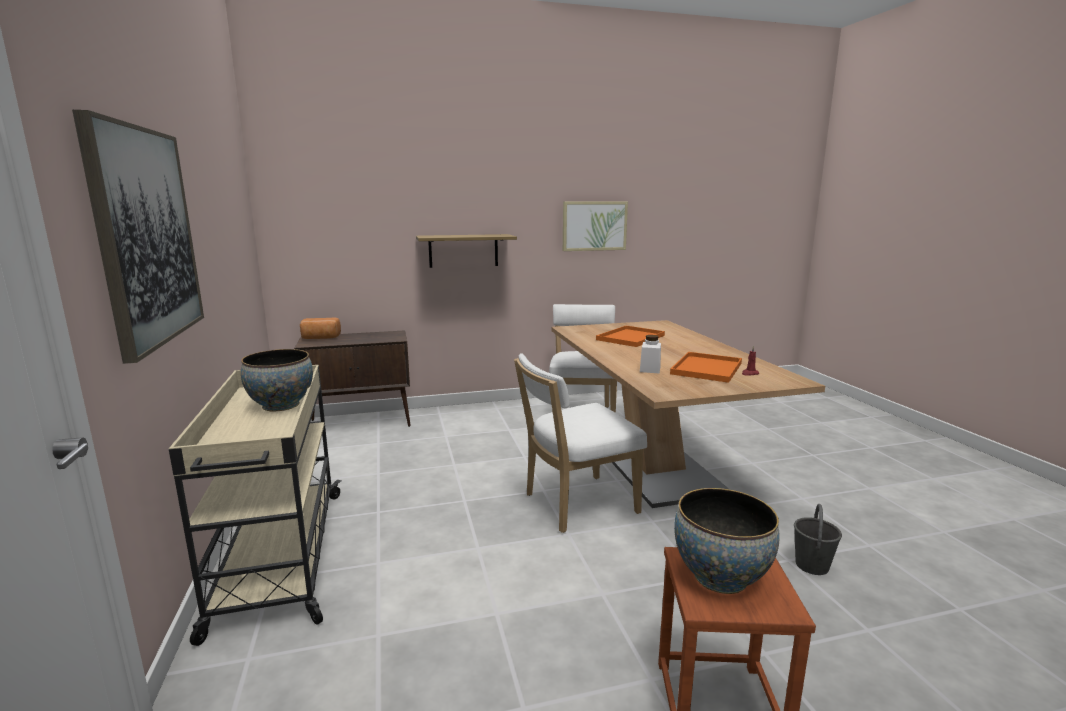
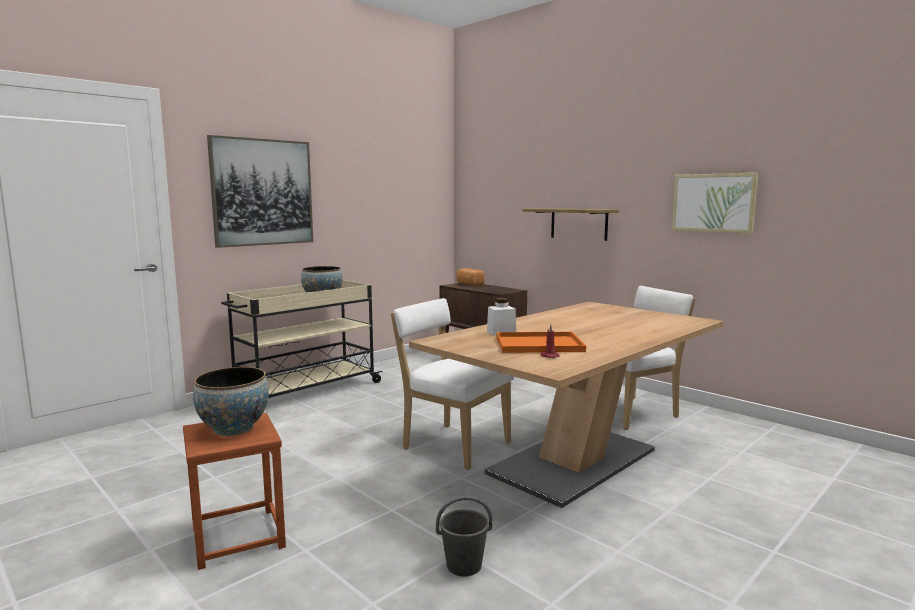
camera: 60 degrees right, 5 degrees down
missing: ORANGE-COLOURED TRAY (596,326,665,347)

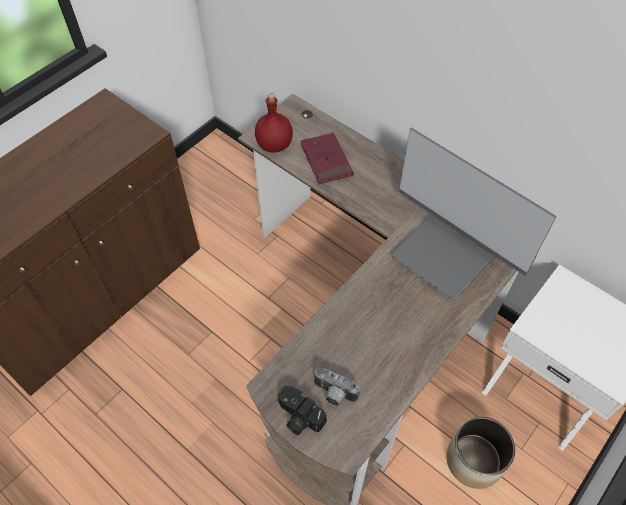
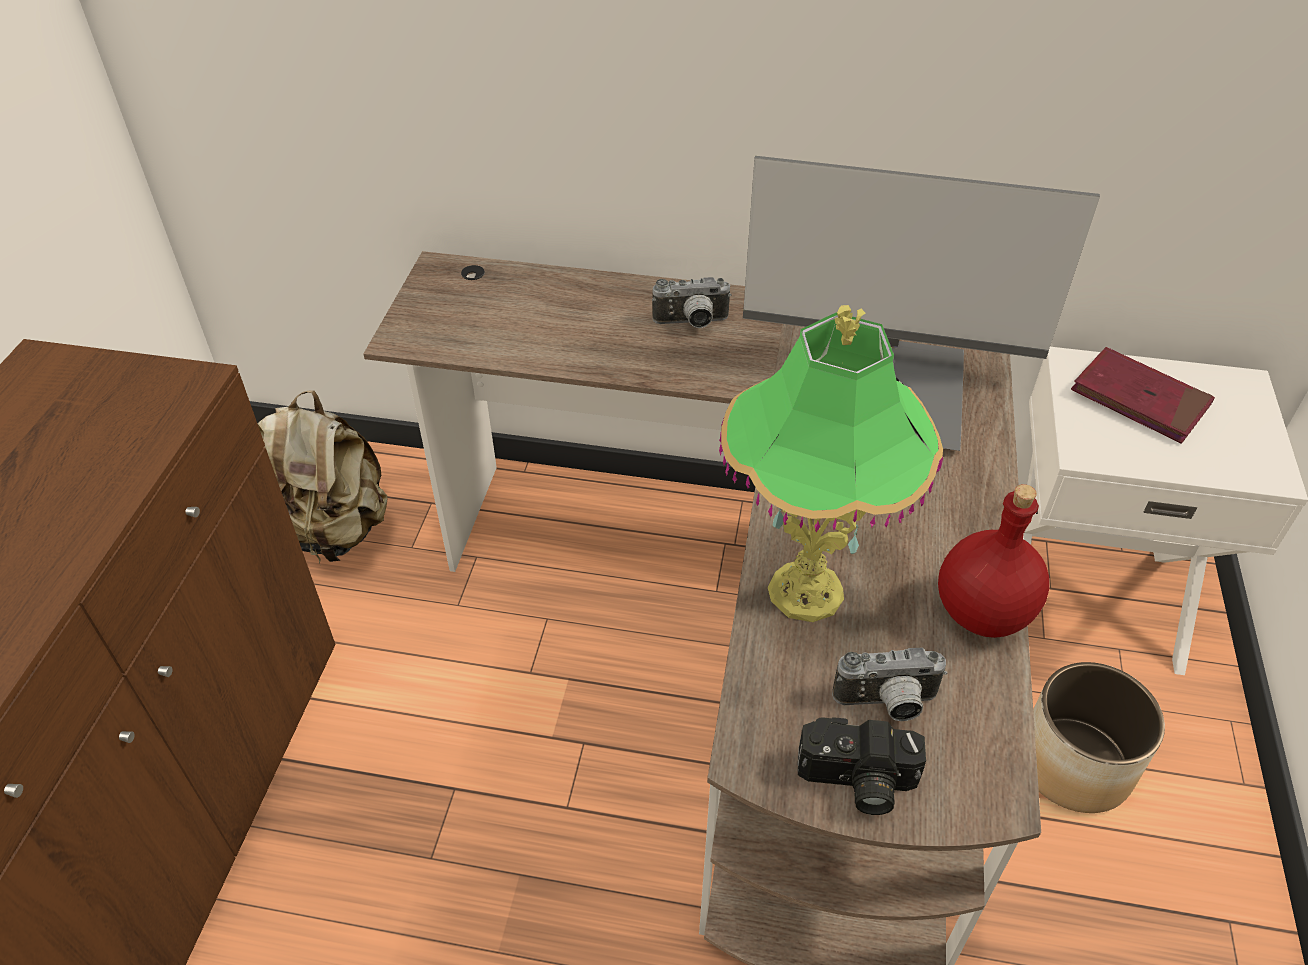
camera: 30 degrees left, 10 degrees down
appeared: BEIGE BACKPACK (258,390,388,563); PHOTO CAMERA (652,277,732,328); TABLE LAMP (719,305,943,622)
relocated: REDDISH BEVERAGE BOTTLE (255,93,293,152) to (938,484,1049,638); REDDISH BOUND BOOK (301,133,354,184) to (1071,347,1215,444)

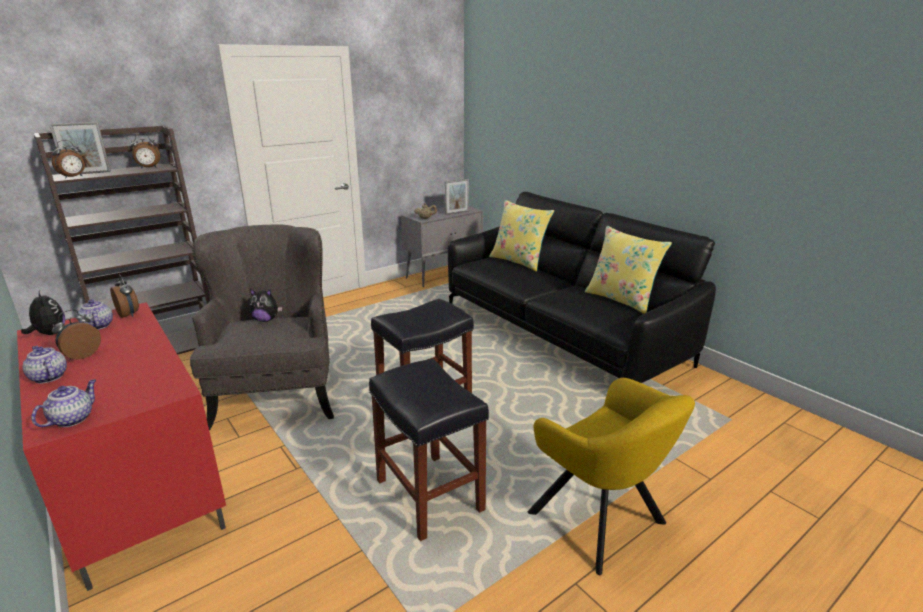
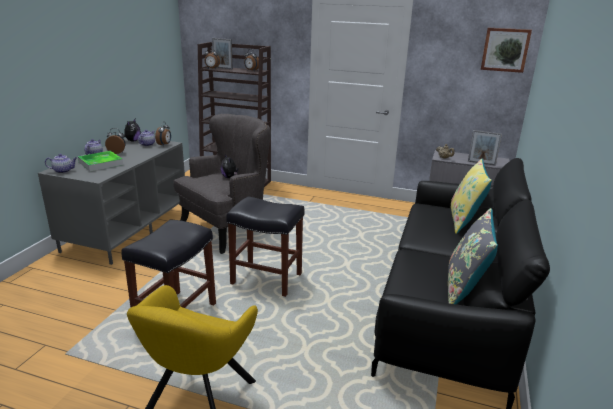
camera: 55 degrees right, 0 degrees up
appeared: TRAY (78,151,123,171); WALL ART (481,28,532,73)
colour: REDDISH TV STAND (17,302,226,591) to GREY TV STAND (38,138,185,265); YELLOW PILLOW (585,226,672,314) to GREY PILLOW (448,208,498,304)

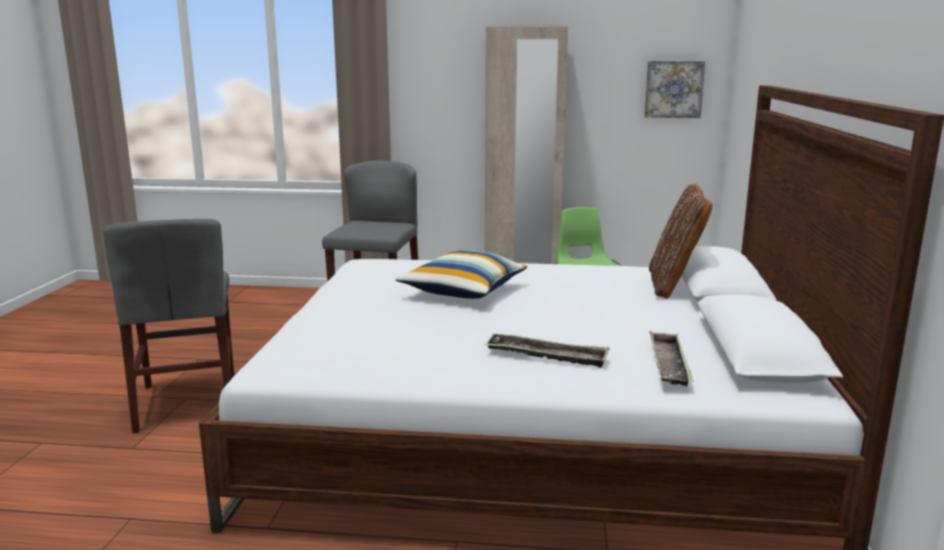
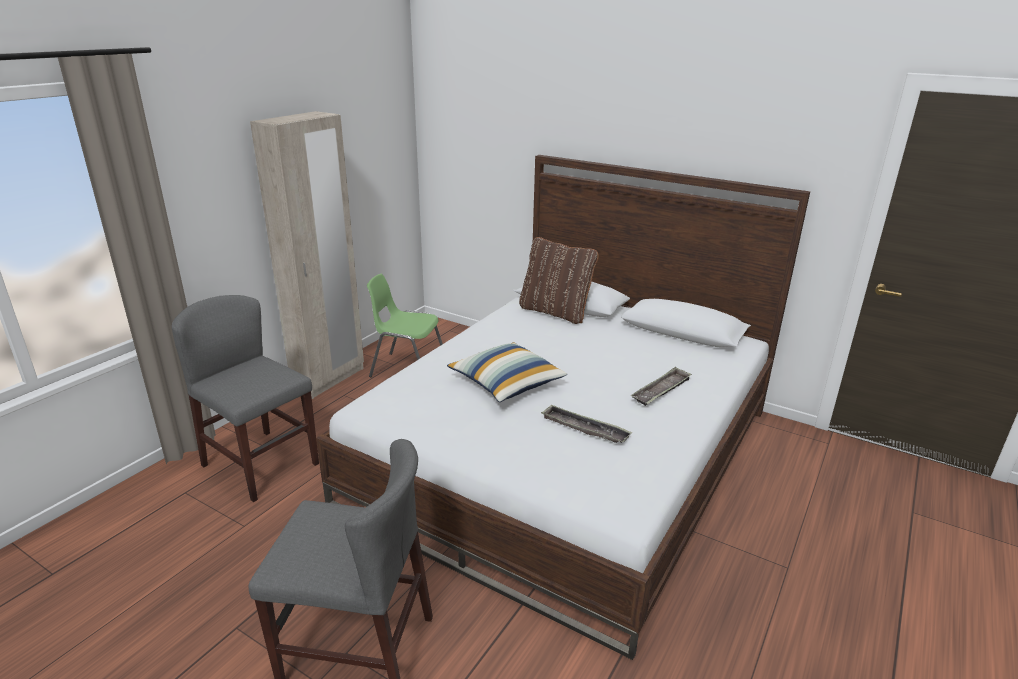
camera: 65 degrees left, 10 degrees up
missing: WALL ART (644,61,705,118)
relocated: TRAY (649,332,694,386) to (541,404,632,443)

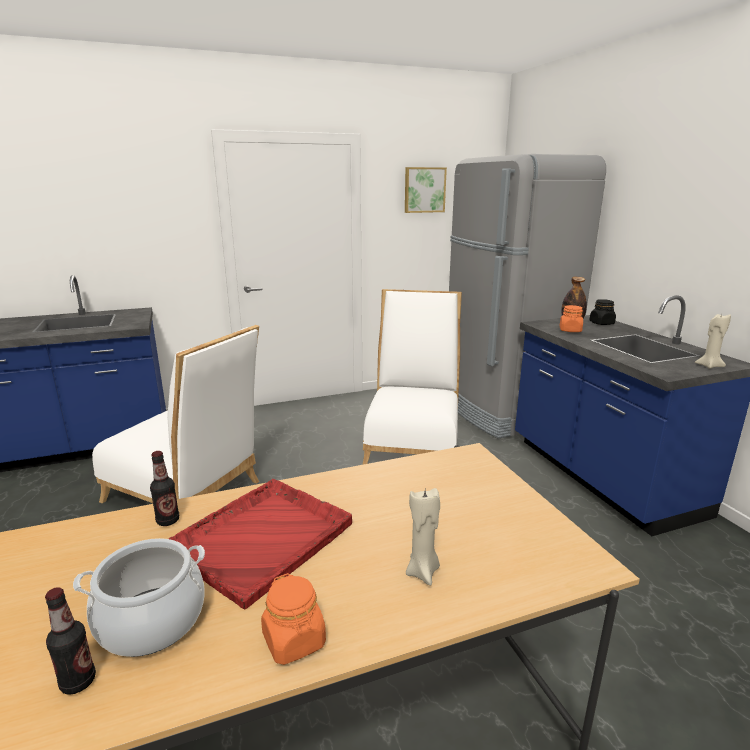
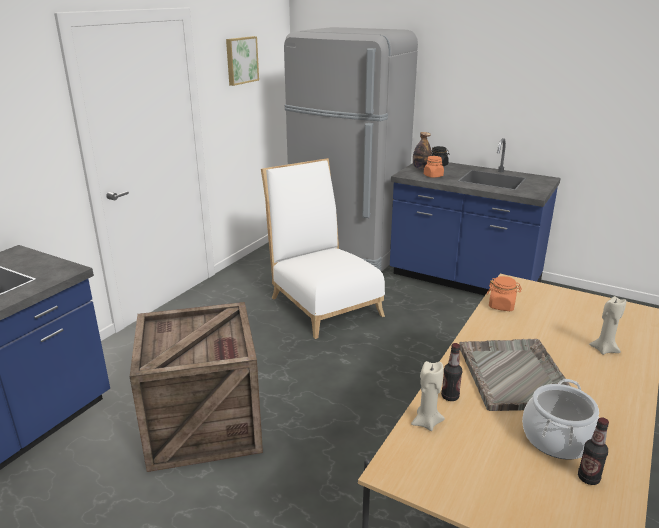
camera: 40 degrees left, 5 degrees up
relocated: BEIGE WAX CANDLE (695,314,731,369) to (411,361,445,431); ORANGE-COLOURED STORAGE JAR (261,573,326,665) to (487,276,522,311)
exchanged: WHITE UPRIGHT CHAIR (92,325,259,503) to CRATE (130,302,263,472)
colour: REDDISH TRAY (169,479,352,609) to GREY TRAY (459,339,571,411)

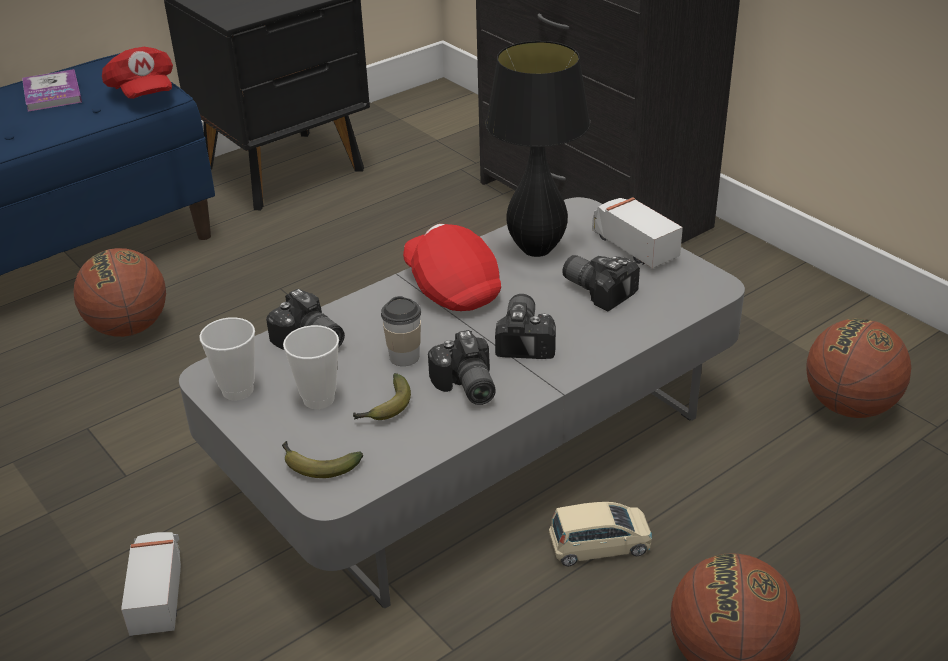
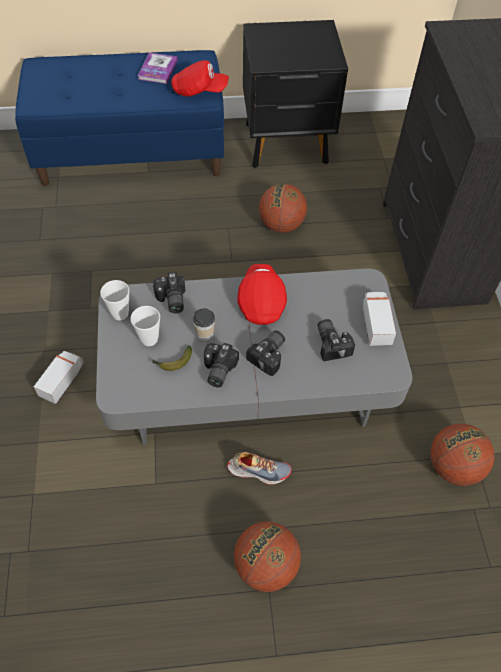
camera: 30 degrees right, 20 degrees up
missing: BANANA (282,441,363,478); BLACK TABLE LAMP (485,41,590,257)
relocated: BASKETBALL BALL (74,248,166,337) to (259,184,307,233)
exchanged: BEIGE MODEL CAR (549,502,652,566) to ITEM OF FOOTWEAR (227,452,292,485)
spun: REDDISH CAP (102,47,173,99) = (171,60,229,96) 90 degrees counterclockwise

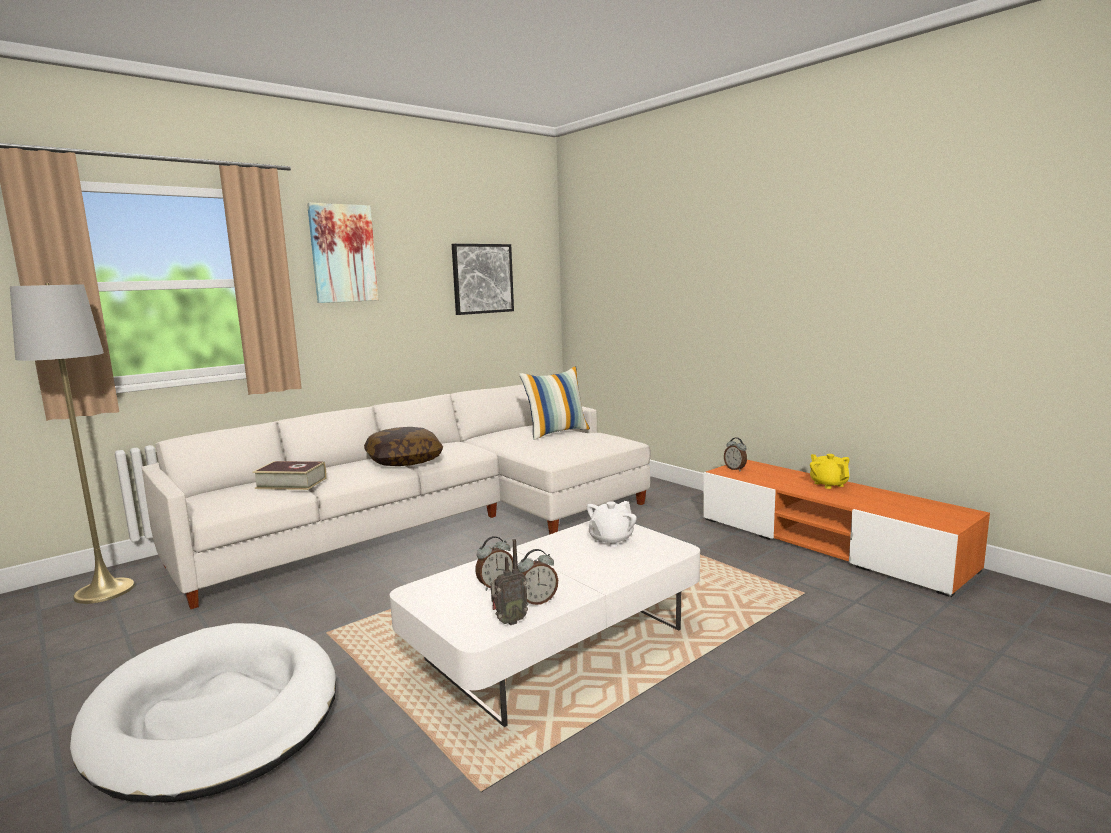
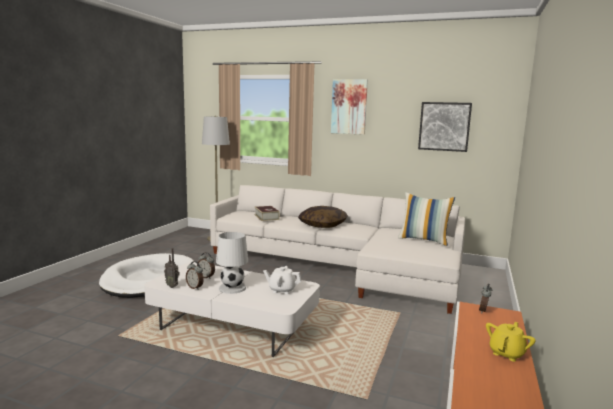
camera: 60 degrees right, 0 degrees up
appeared: WHITE TABLE LAMP (216,232,248,294)

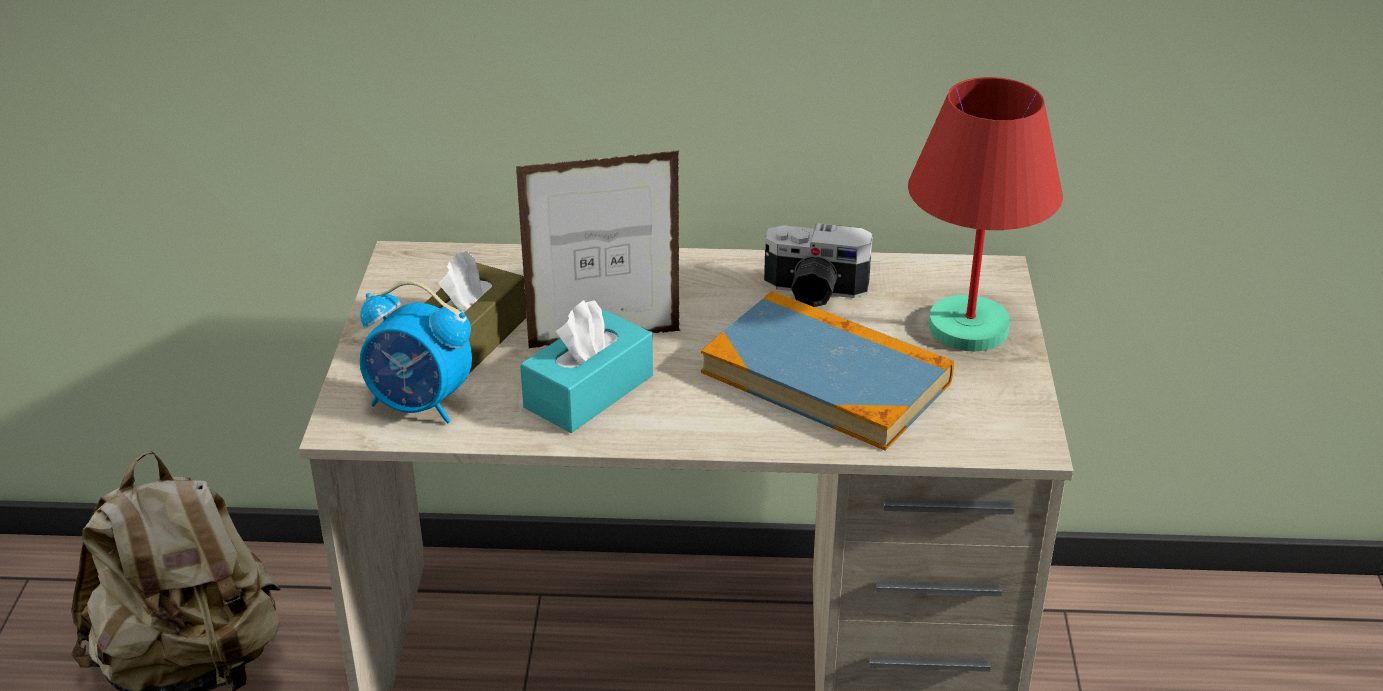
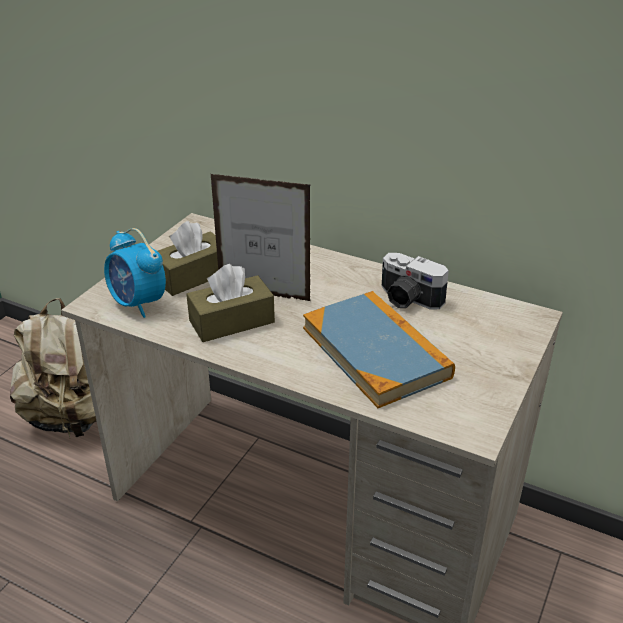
camera: 25 degrees right, 0 degrees up
missing: REDDISH TABLE LAMP (908,77,1063,351)
colour: TURQUOISE BOX OF TISSUES (520,300,653,433) to BROWNISH BOX OF TISSUES (186,264,275,342)

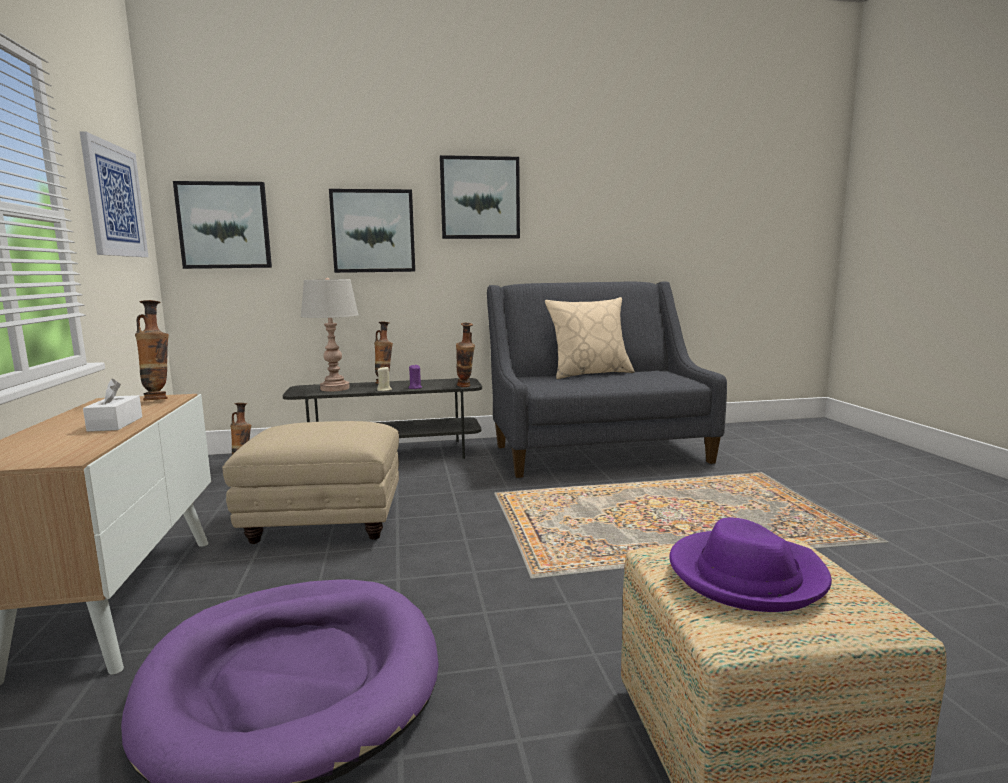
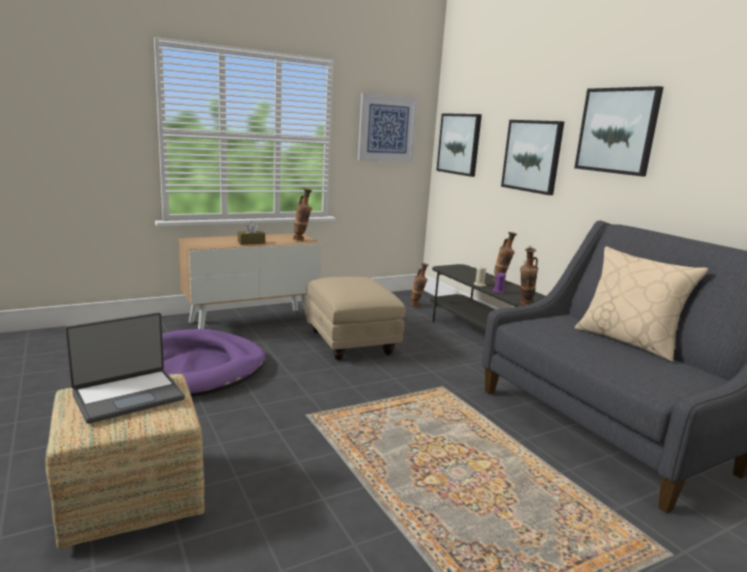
camera: 70 degrees right, 5 degrees up
missing: GREY TABLE LAMP (301,278,359,392)
exchanged: PURPLE WEARABLE HAT (669,518,832,612) to PORTABLE COMPUTER (65,312,185,424)
colour: WHITE BOX OF TISSUES (83,379,142,432) to BROWNISH BOX OF TISSUES (238,222,265,245)

